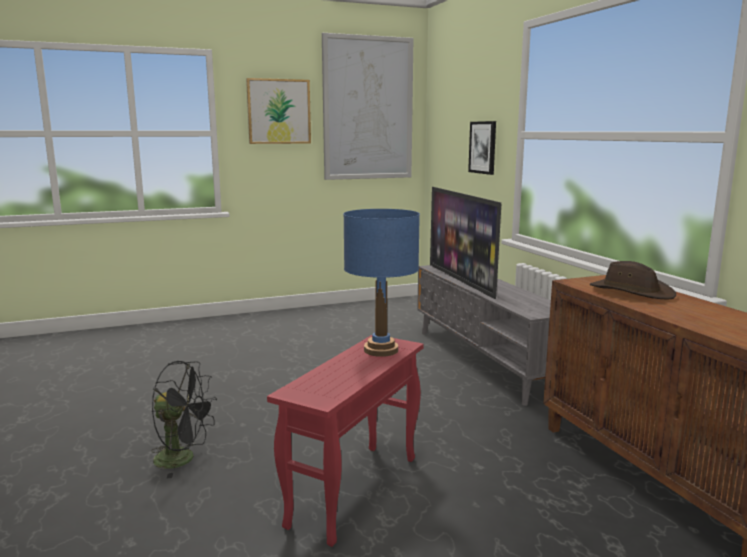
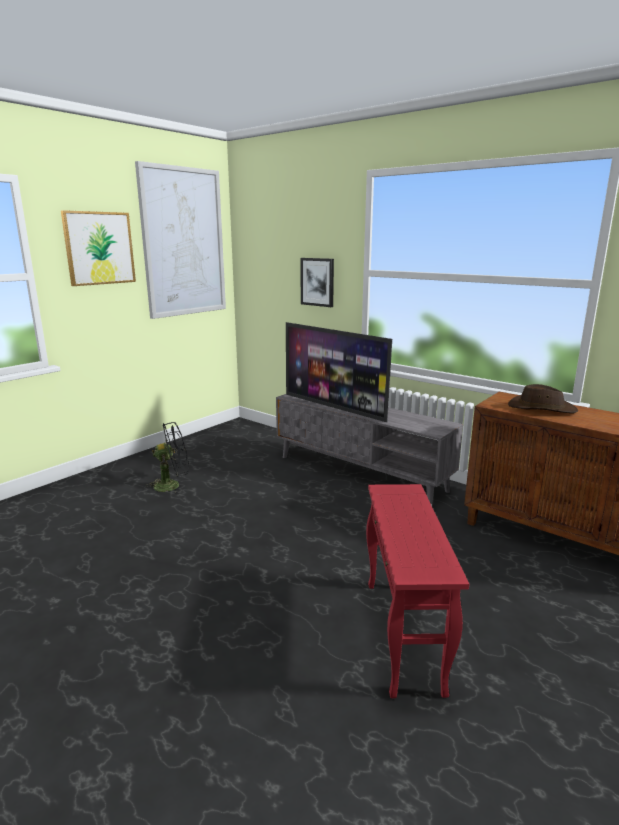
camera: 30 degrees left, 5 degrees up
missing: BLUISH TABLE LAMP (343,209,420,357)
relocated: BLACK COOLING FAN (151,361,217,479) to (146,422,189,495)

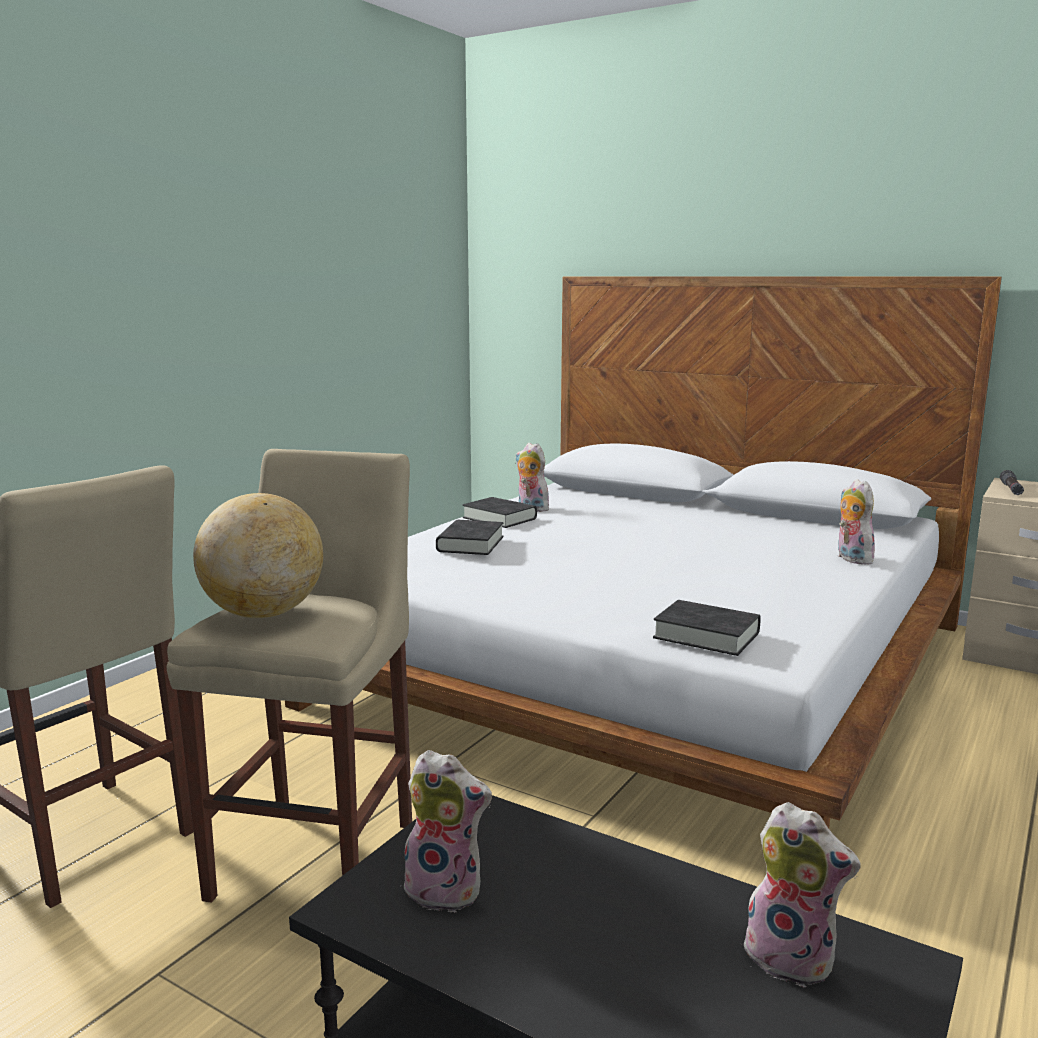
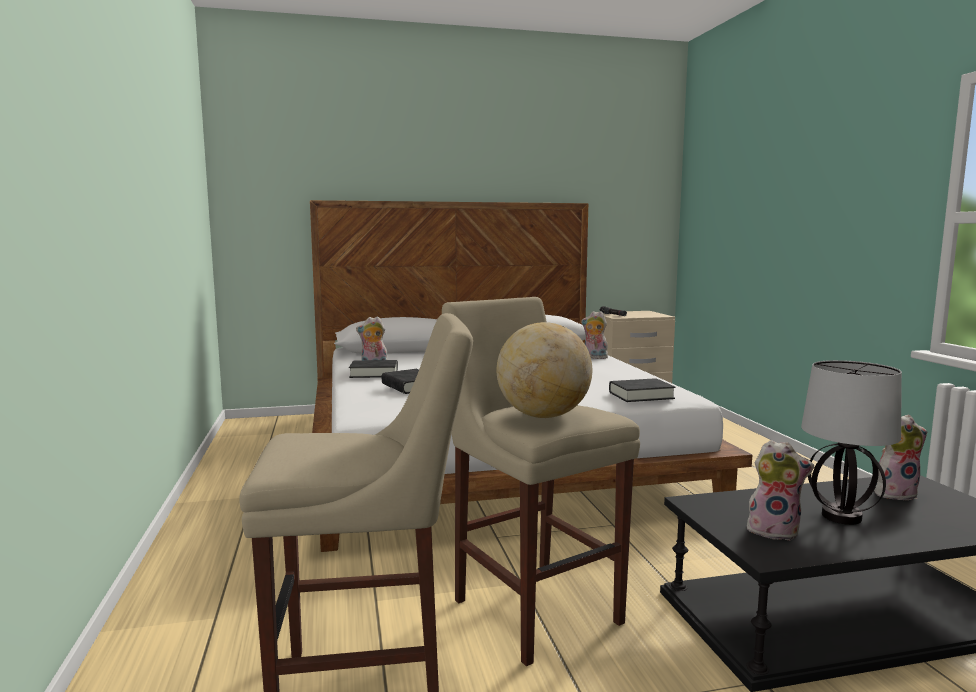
camera: 45 degrees left, 5 degrees down
appeared: TABLE LAMP (801,360,902,525)
spun: CUDDLY TOY (404,750,492,913) = (747,440,814,541) 45 degrees clockwise

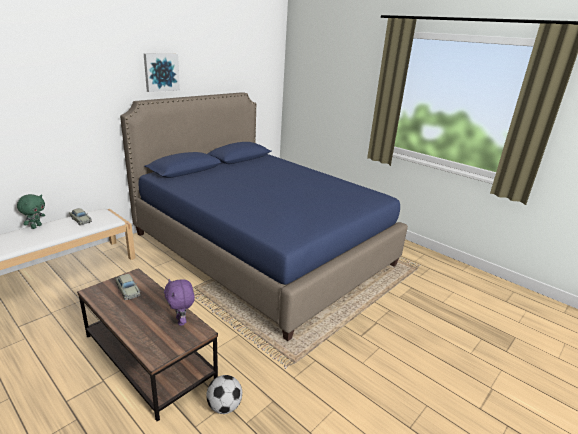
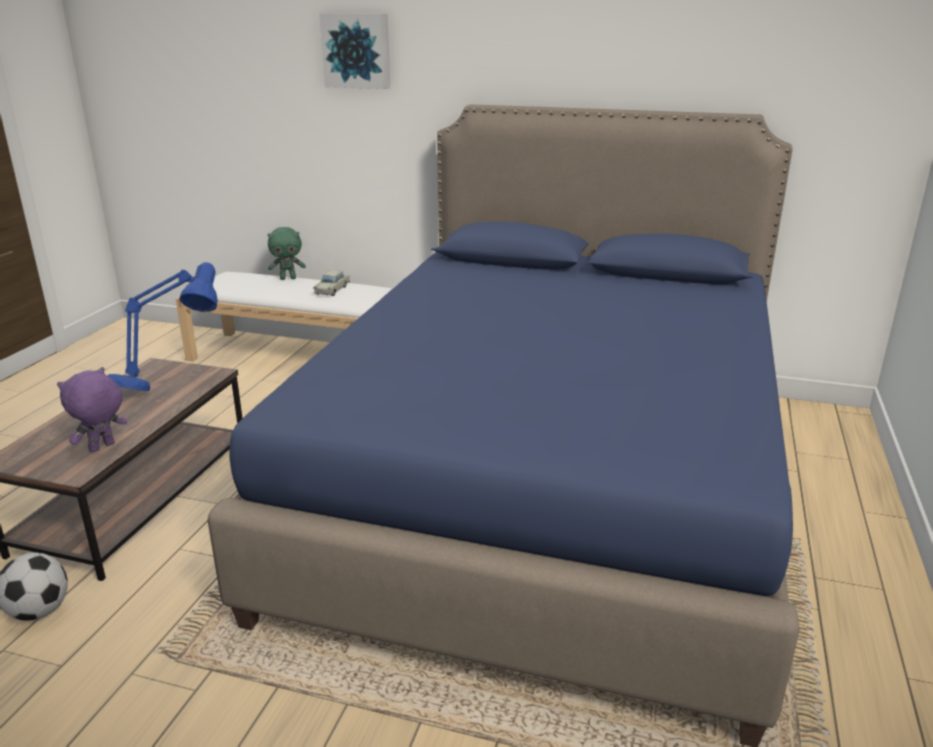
camera: 65 degrees right, 0 degrees up
relocated: WALL ART (144,54,180,92) to (320,13,390,89)
exchanged: BEIGE MODEL CAR (115,274,141,300) to BLUISH TABLE LAMP (107,262,218,391)

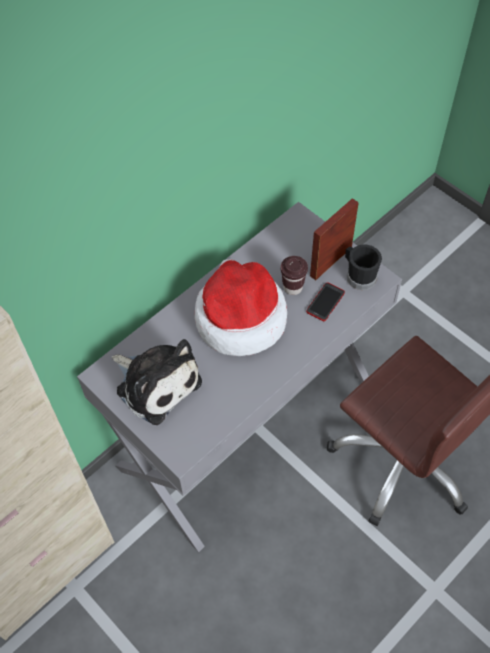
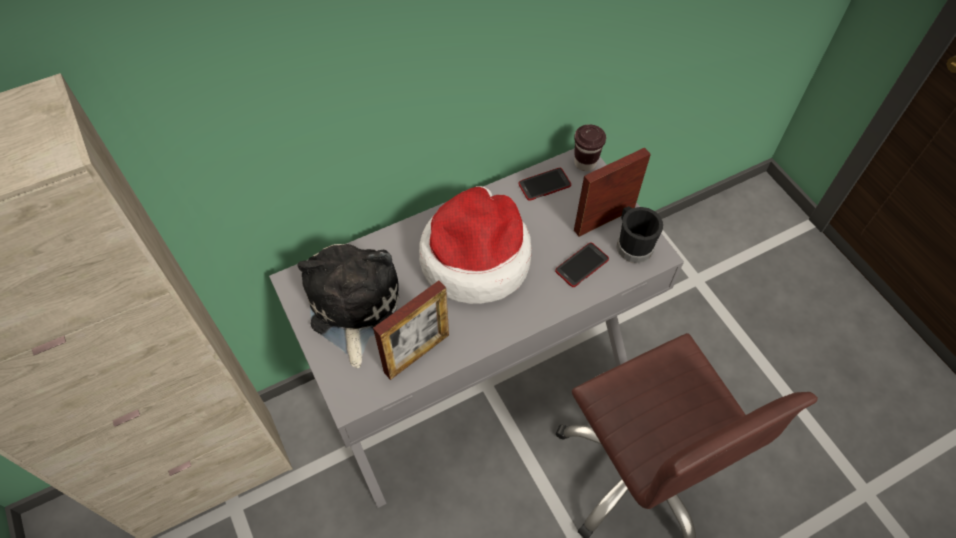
camera: 15 degrees right, 0 degrees up
appeared: PICTURE FRAME (373,281,449,380); TELEPHONE (518,168,571,201)
relocated: BROWNISH DRINKING CUP (280,256,308,295) to (574,124,606,171)
spun: CUDDLY TOY (112,339,202,425) = (297,244,399,369) 150 degrees counterclockwise

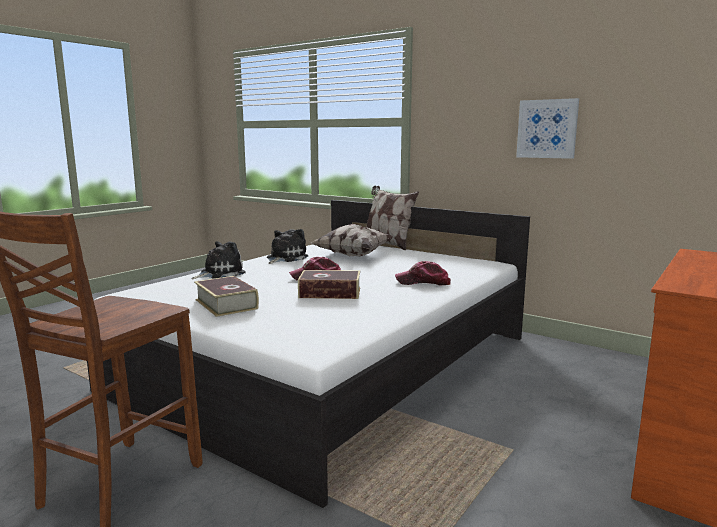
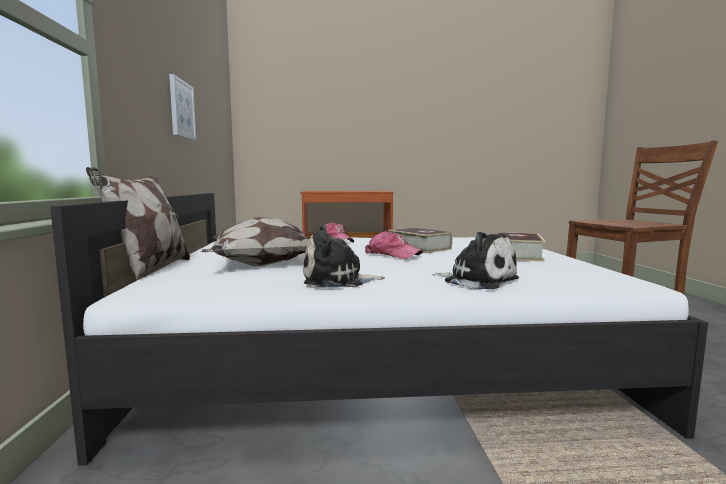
camera: 130 degrees left, 5 degrees down
spun: CUDDLY TOY (192,241,246,279) = (432,231,519,290) 150 degrees counterclockwise

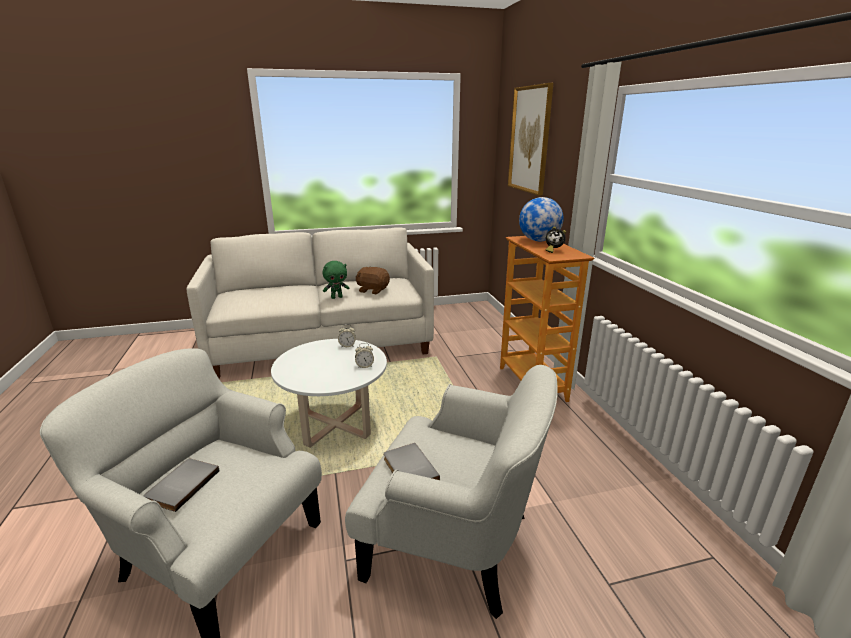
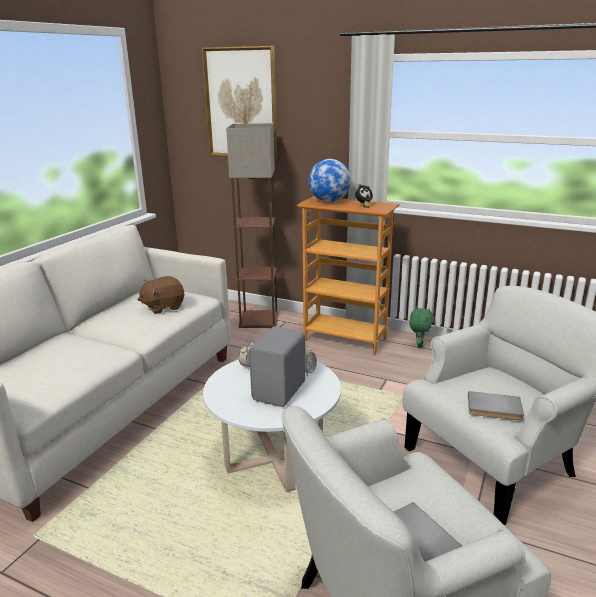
camera: 50 degrees left, 0 degrees up
appeared: STANDARD LAMP (226,123,279,328); GREY SPEAKER (249,326,305,407)
relocated: GREEN CUDDLY TOY (323,261,349,299) to (409,308,434,348)

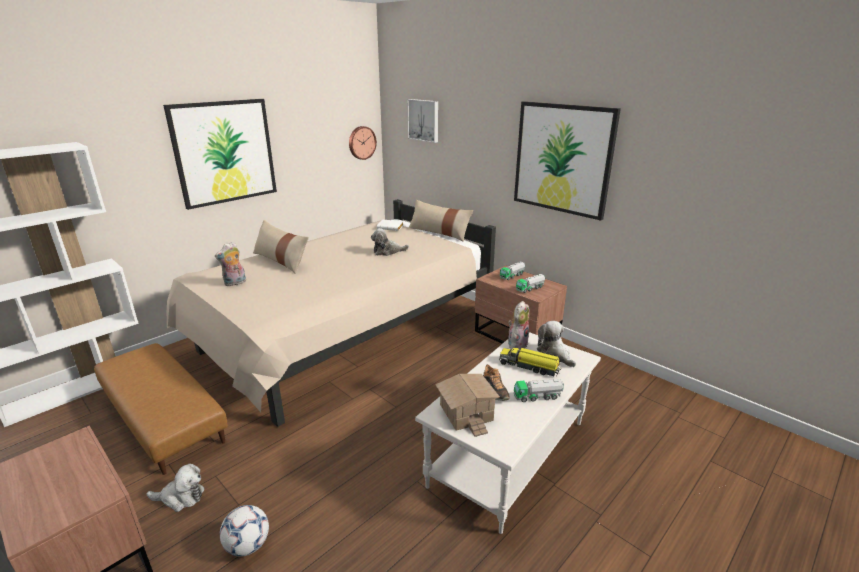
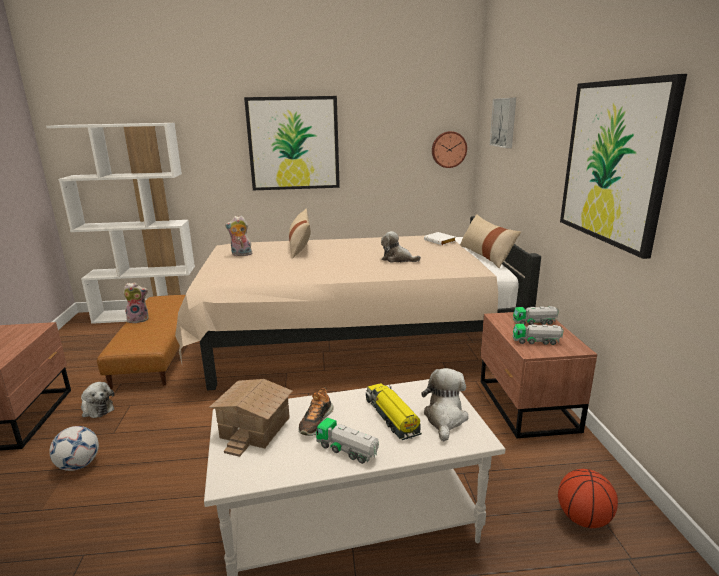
camera: 40 degrees right, 5 degrees down
appeared: BASKETBALL BALL (558,469,618,528)
relocated: CUDDLY TOY (508,301,530,350) to (123,282,149,323)

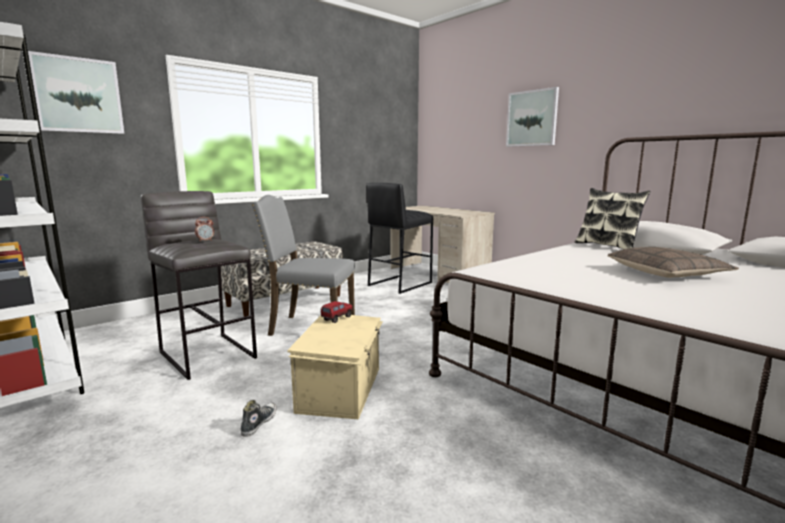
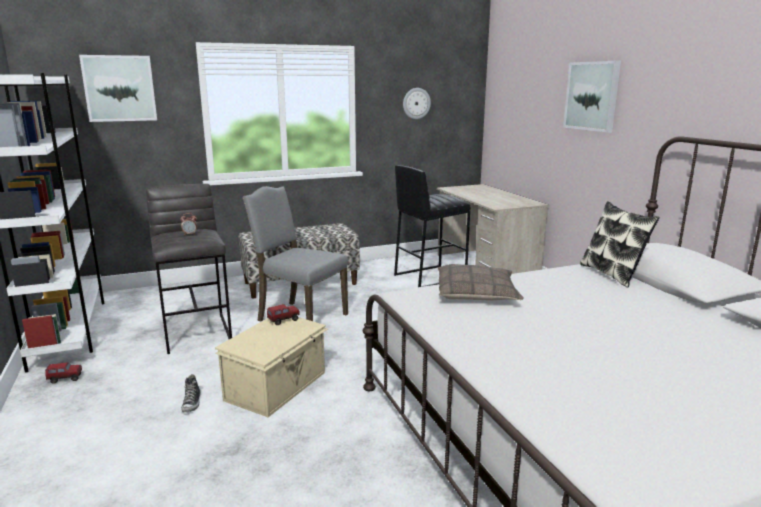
camera: 20 degrees right, 5 degrees up
appeared: MODEL TRUCK (45,362,82,384); WALL CLOCK (403,88,431,119)
relocated: PILLOW (608,247,739,278) to (438,264,524,300)
spun: ITEM OF FOOTWEAR (240,400,277,437) = (181,374,200,412) 135 degrees clockwise

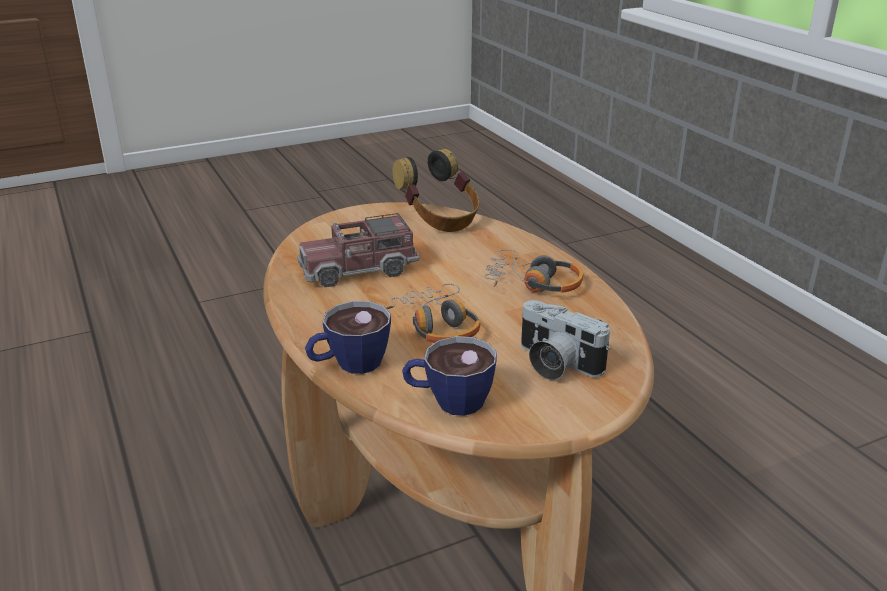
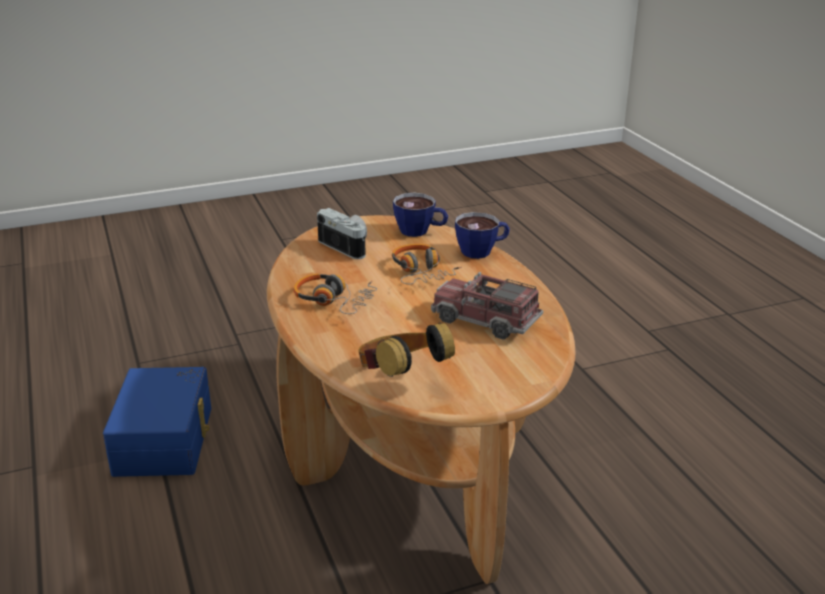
camera: 175 degrees left, 0 degrees up
appeared: BLUISH STORAGE BOX (103,367,211,477)
spun: MODEL TRUCK (297,213,420,287) = (431,272,543,340) 135 degrees counterclockwise

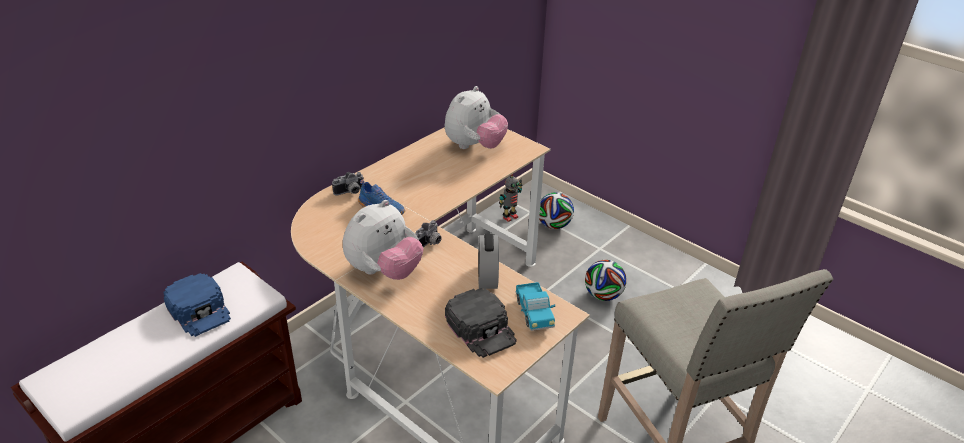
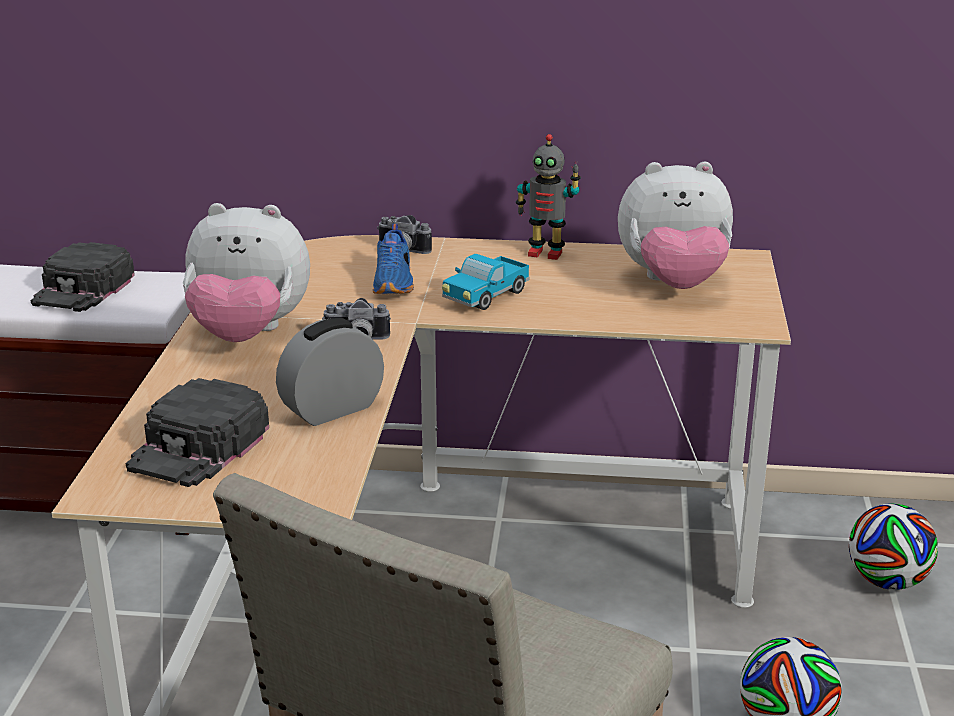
camera: 55 degrees right, 10 degrees down
relocated: MODEL TRUCK (516,282,555,331) to (442,254,530,310); TOY ROBOT (499,174,522,222) to (516,134,581,260)
colour: BLUISH CAP (164,273,231,337) to BLACK CAP (30,242,135,312)

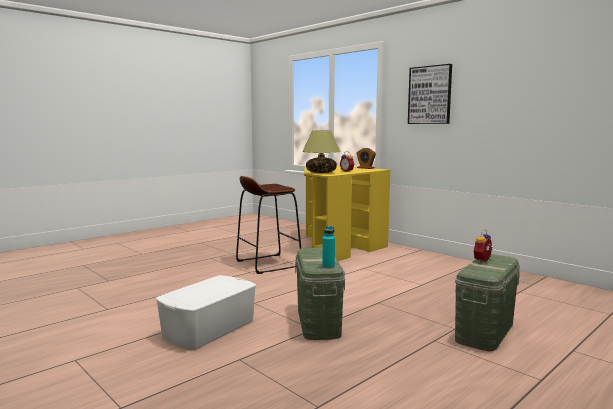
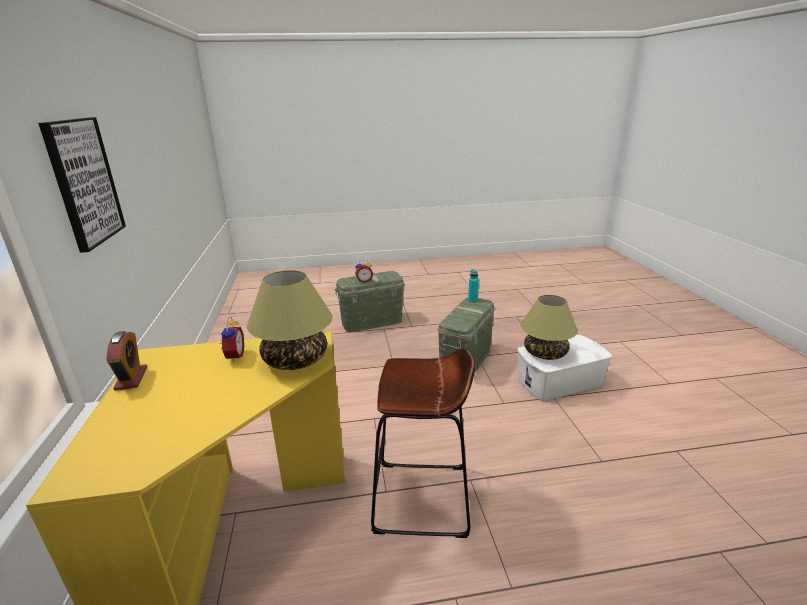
camera: 145 degrees left, 15 degrees up
appeared: TABLE LAMP (521,295,578,360)

